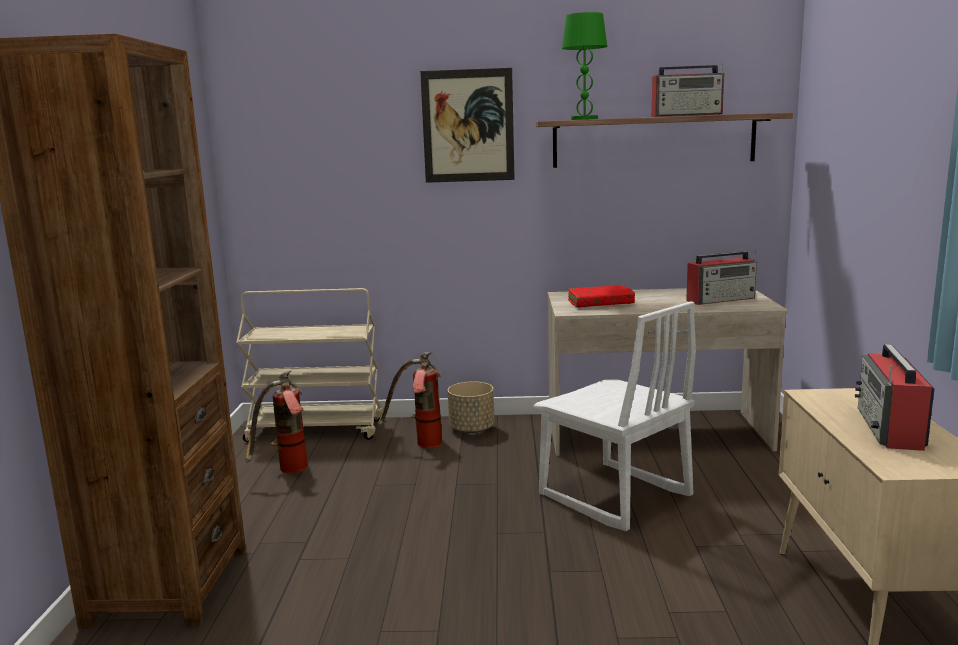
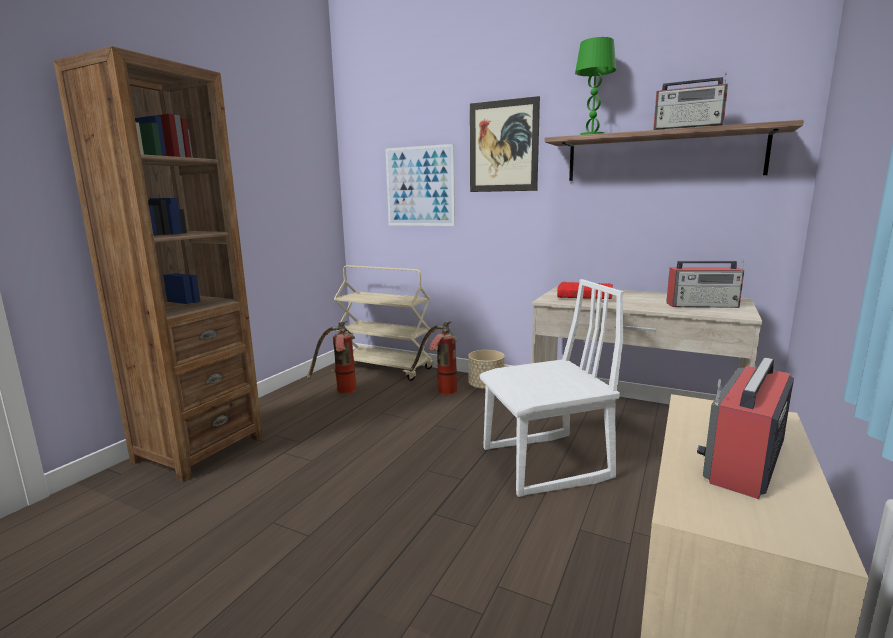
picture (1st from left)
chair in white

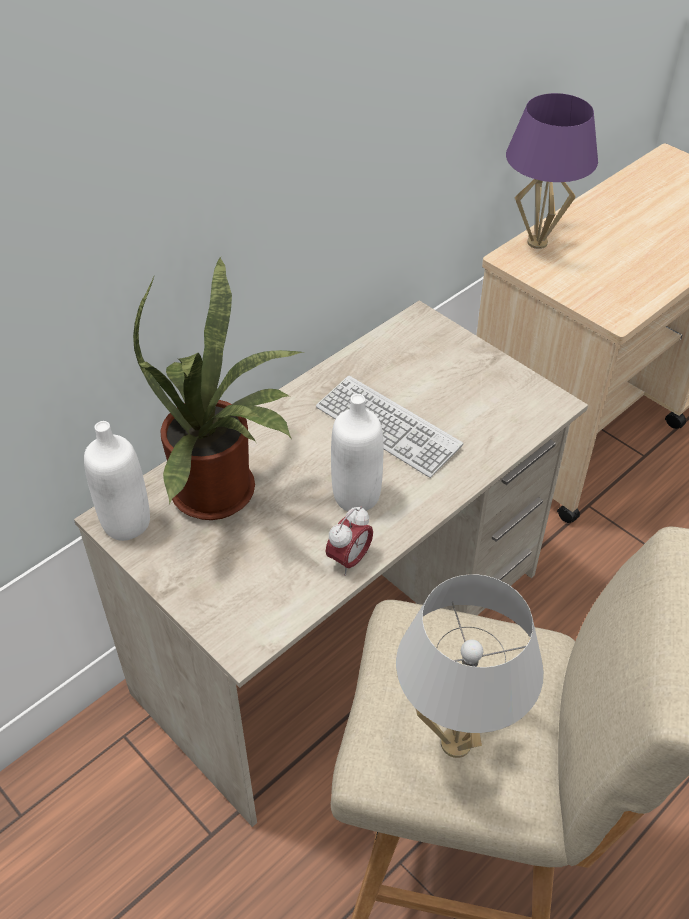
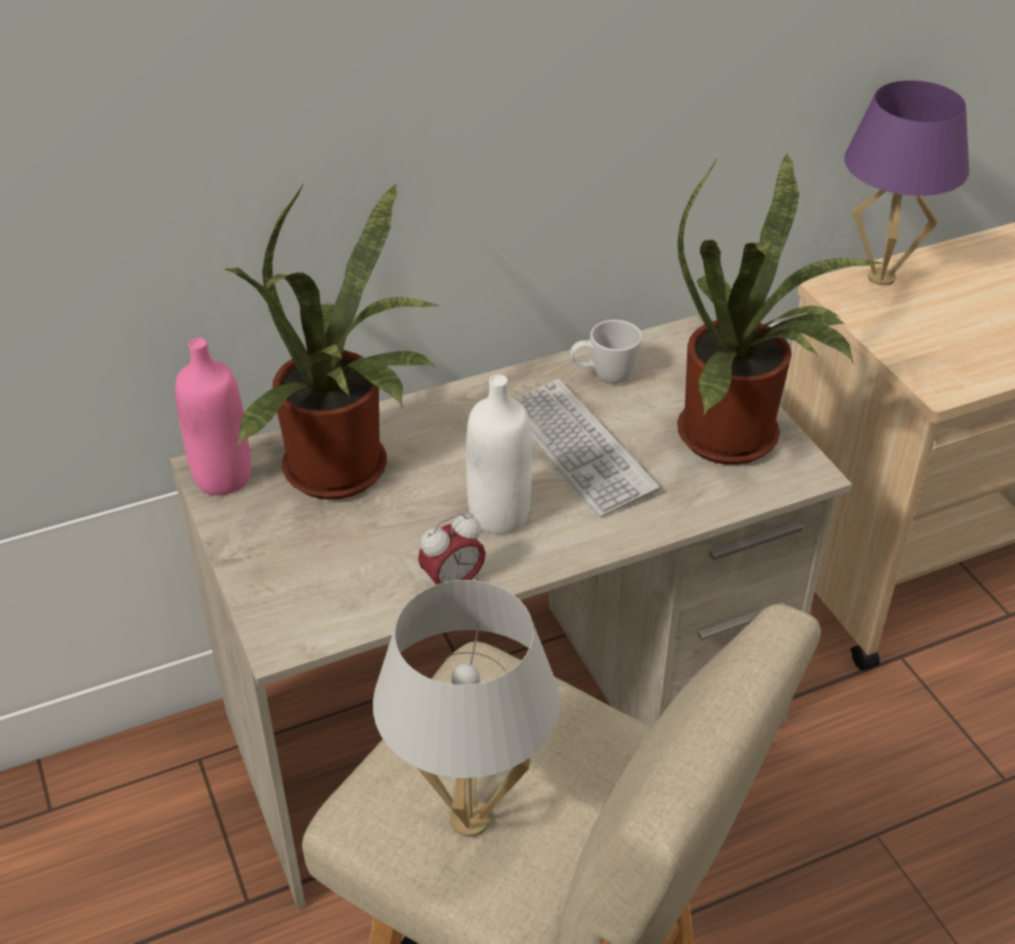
mug in white
potted plant (2nd from left)
bottle in pink

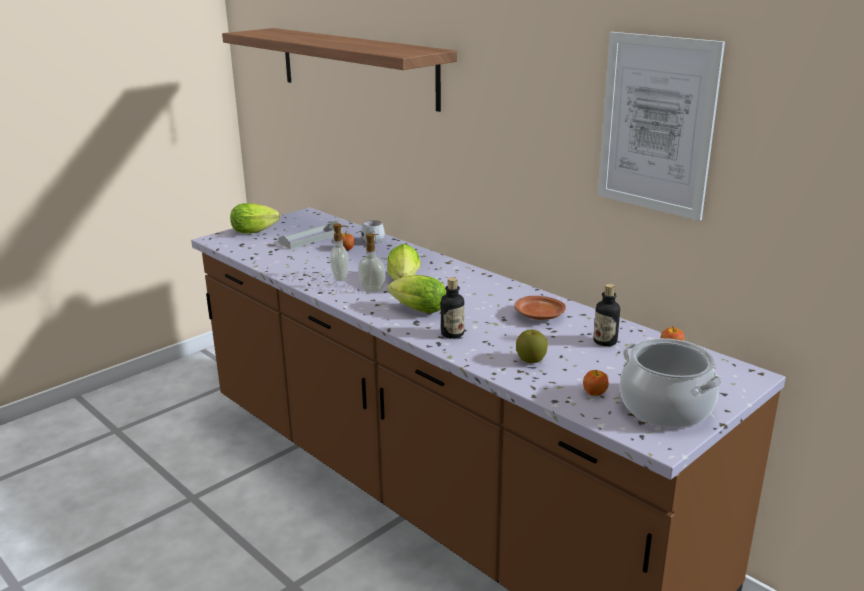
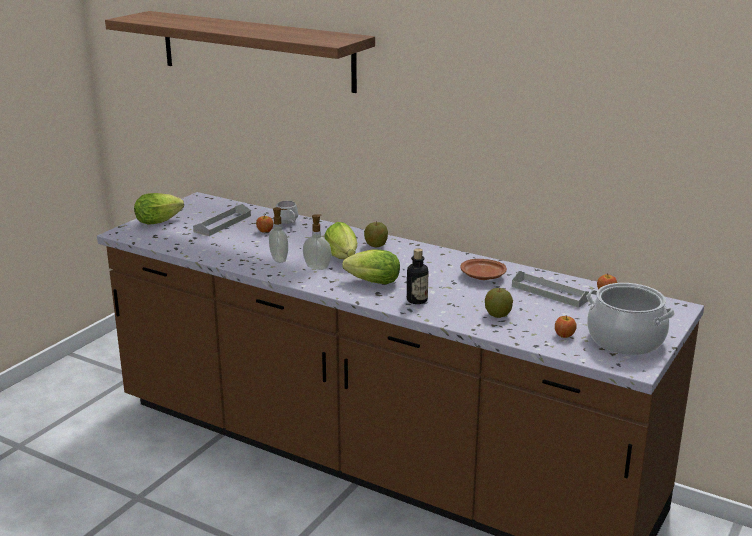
picture
apple (2nd from left)
tray in grey (2nd from left)

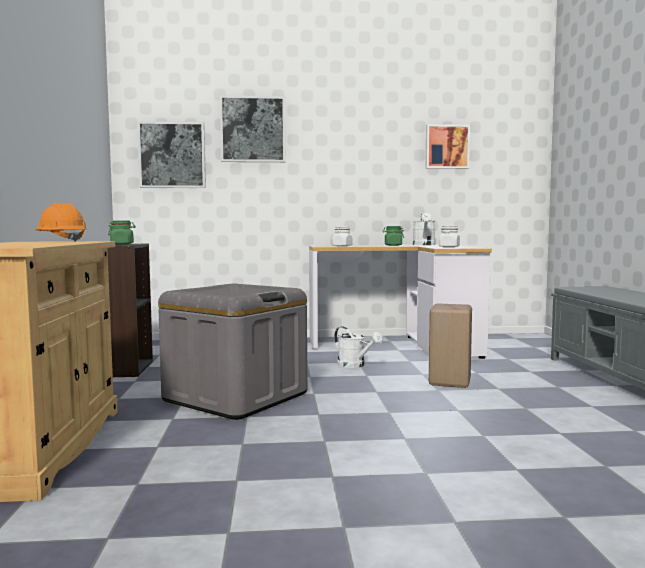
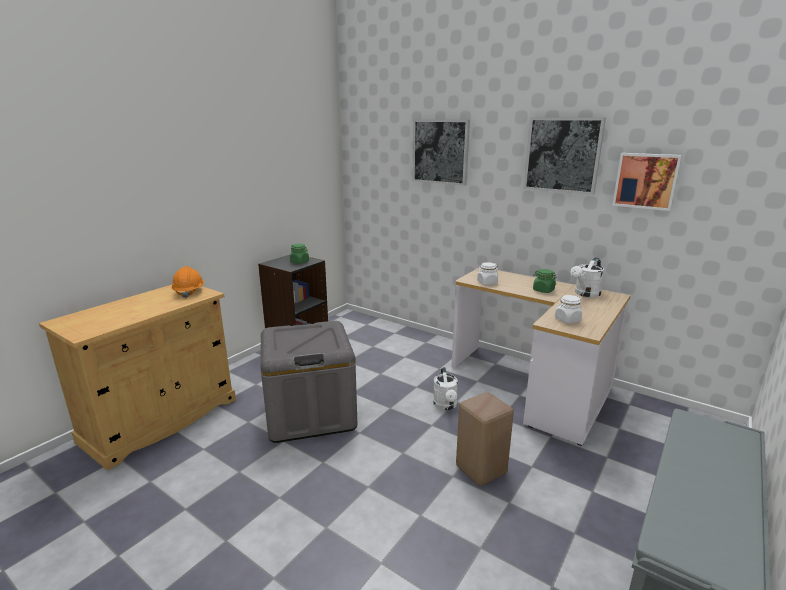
picture (2nd from left)

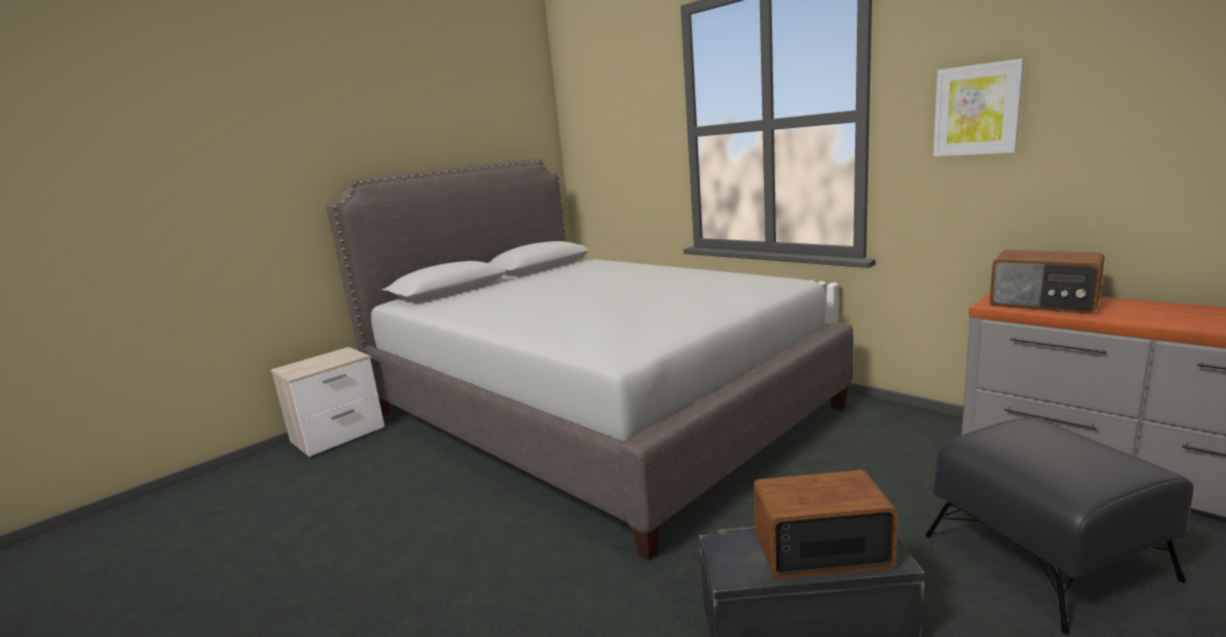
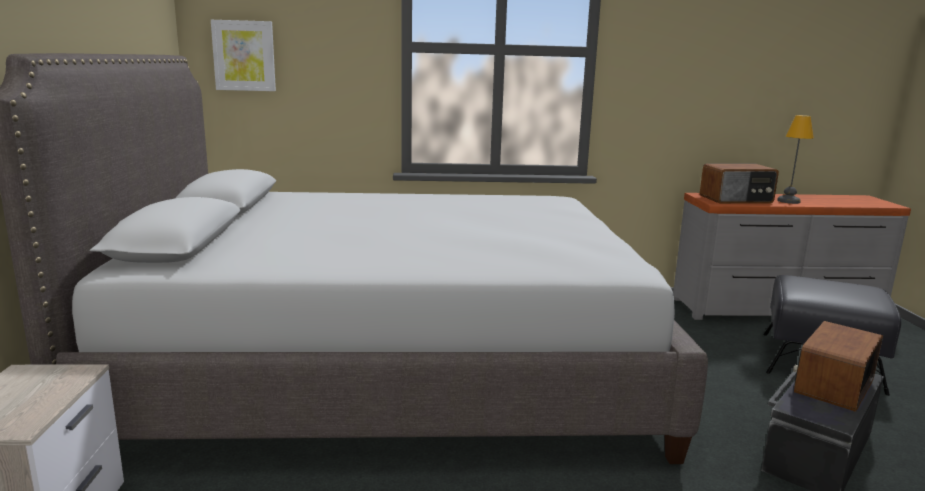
table lamp
picture

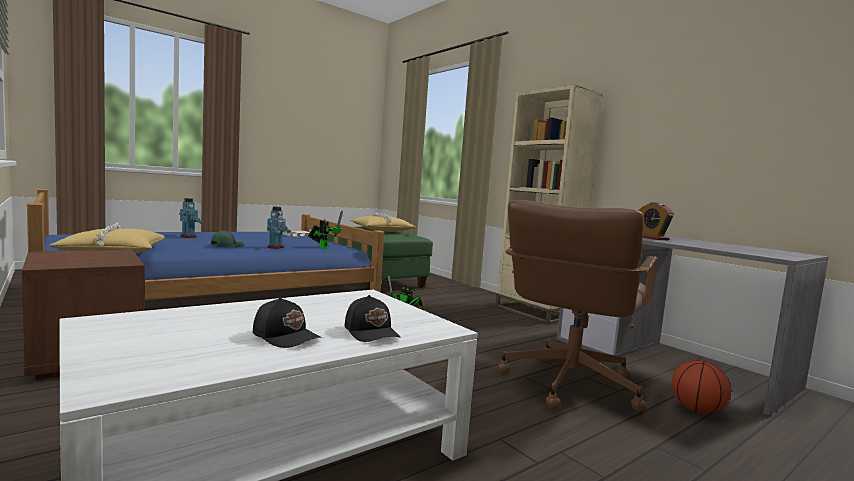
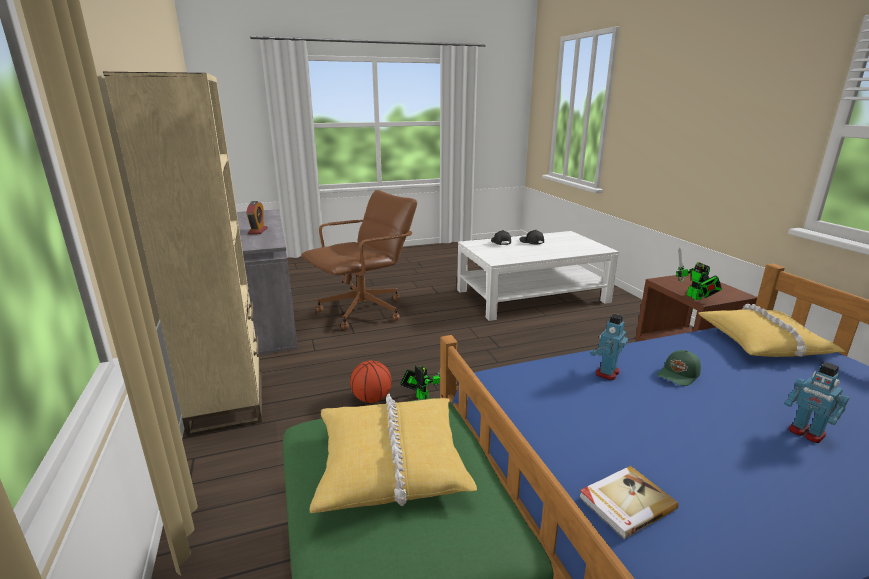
toy robot (3rd from left)
basketball

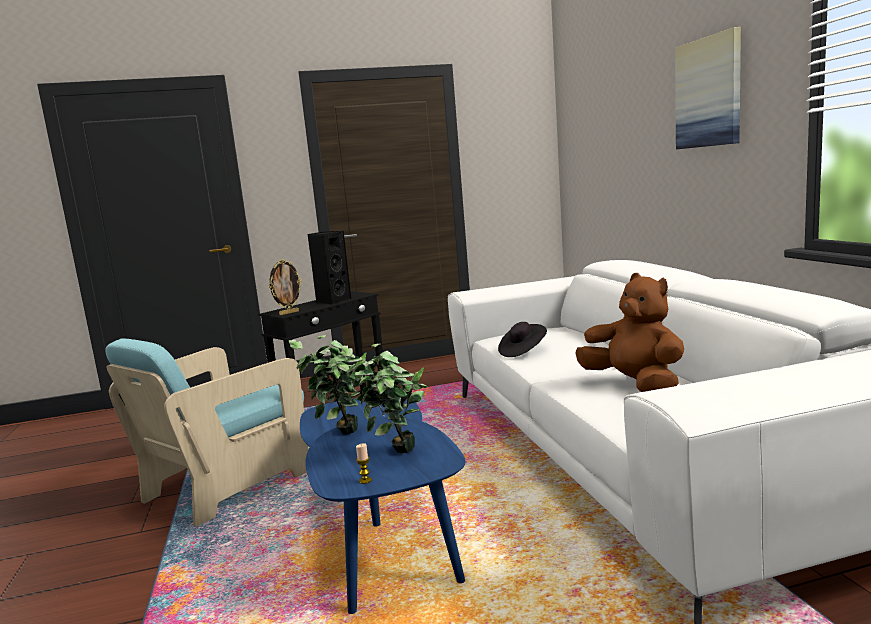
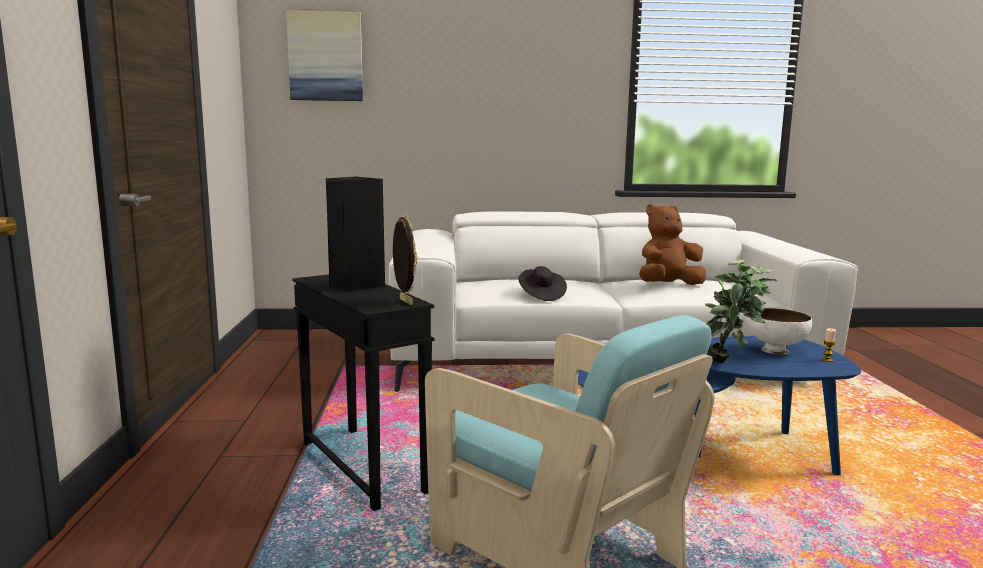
picture
bowl in white

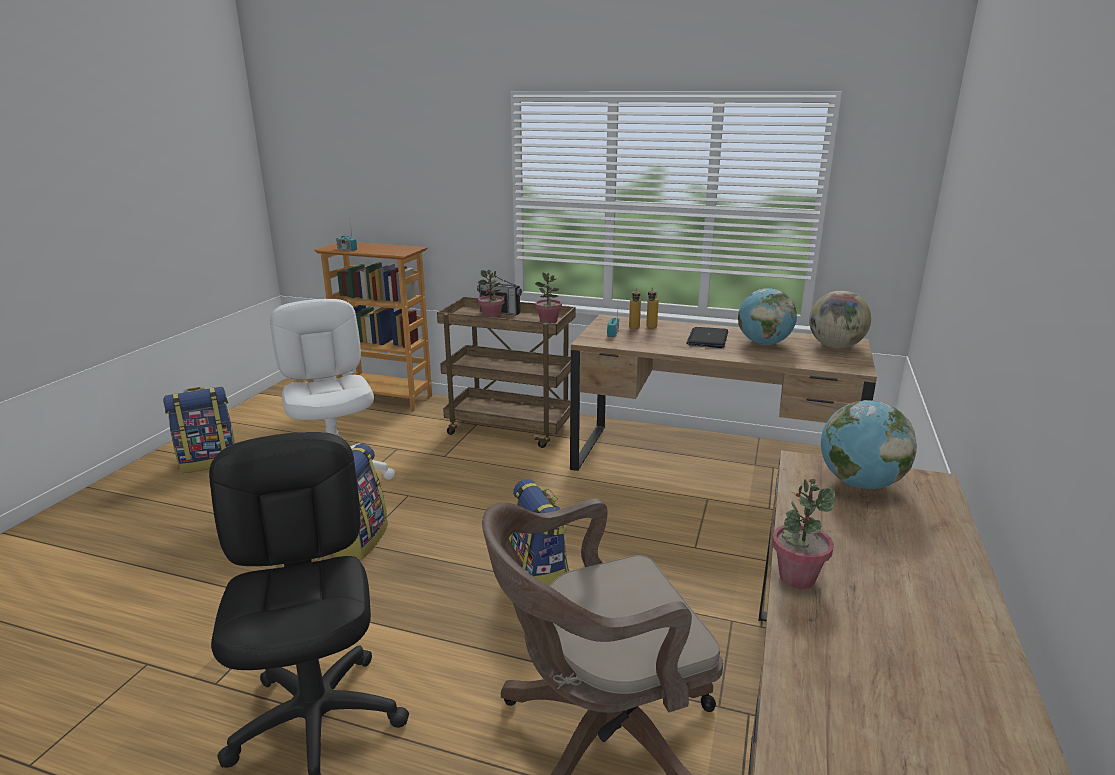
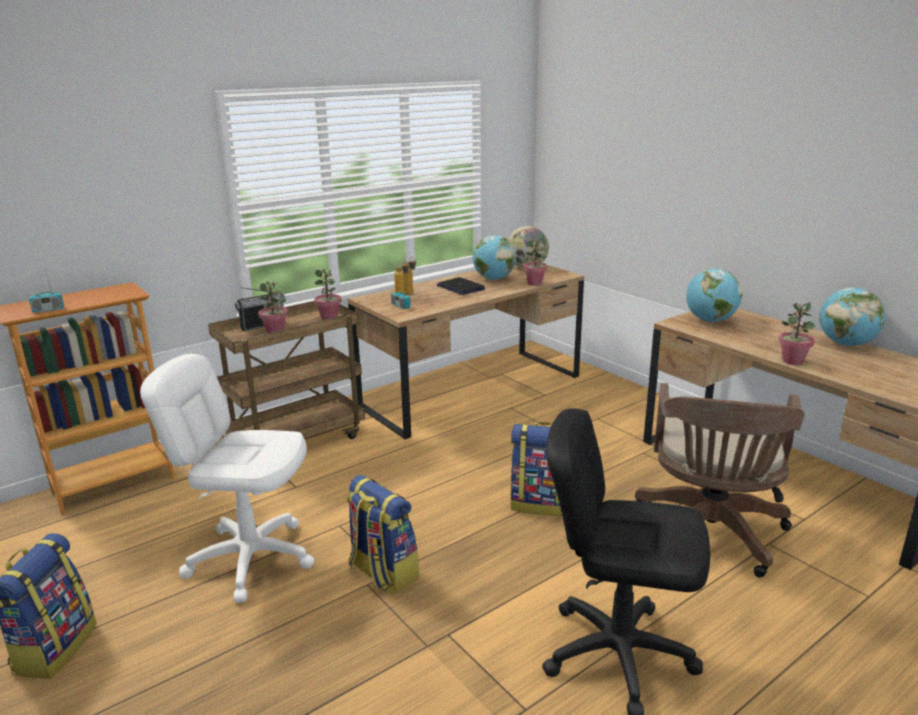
potted plant (3rd from left)
globe (4th from left)

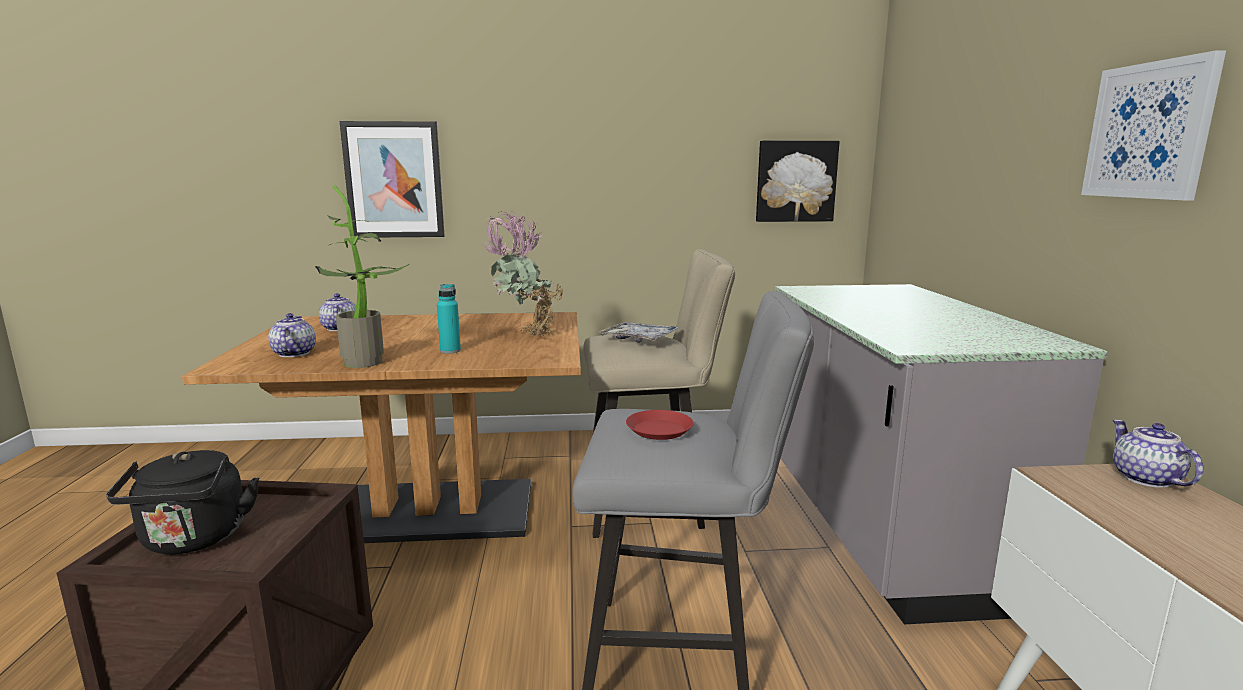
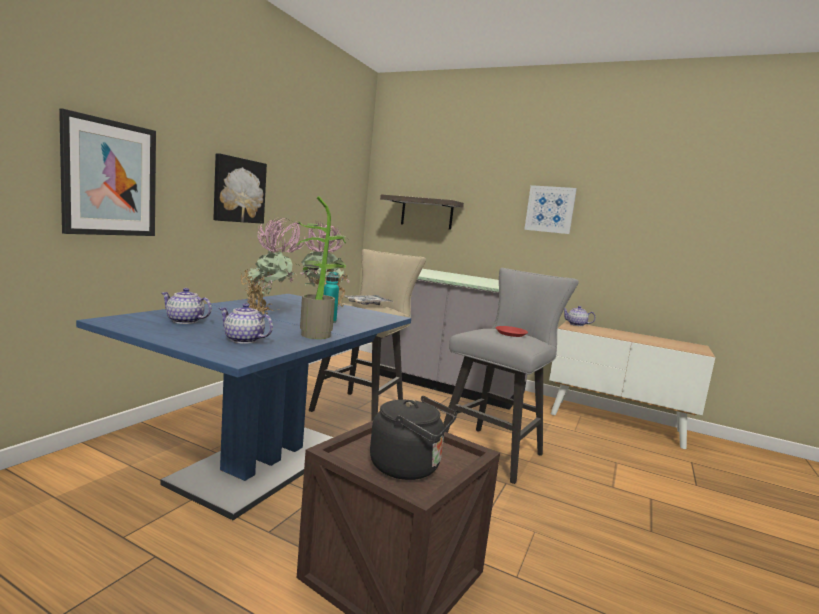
potted plant (1st from left)
shelf
picture (2nd from left)
dining table in blue

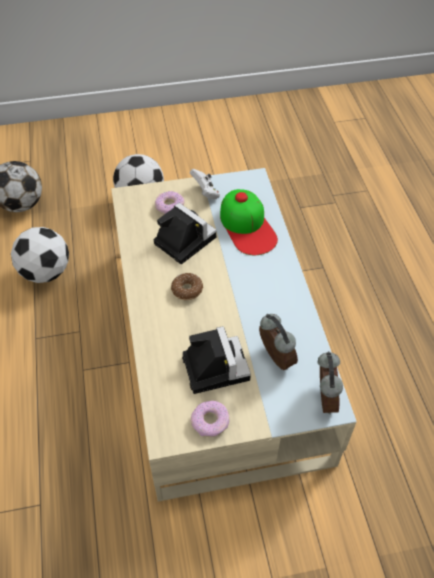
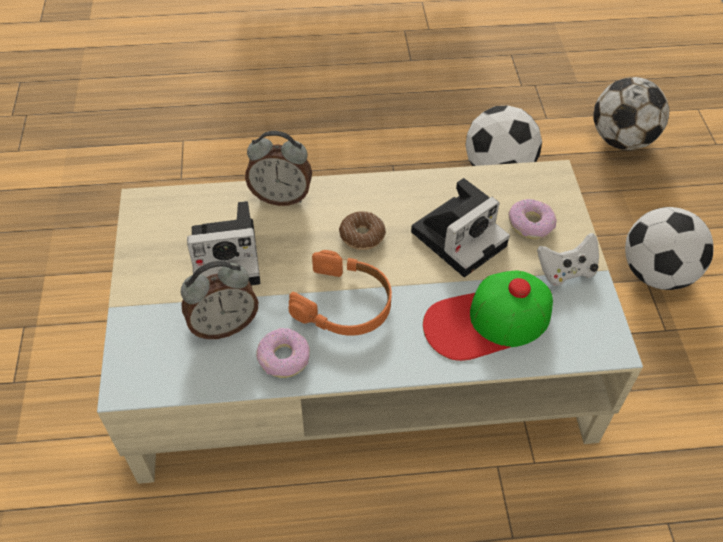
headphones in orange
donut (1st from left)
alarm clock (2nd from left)

